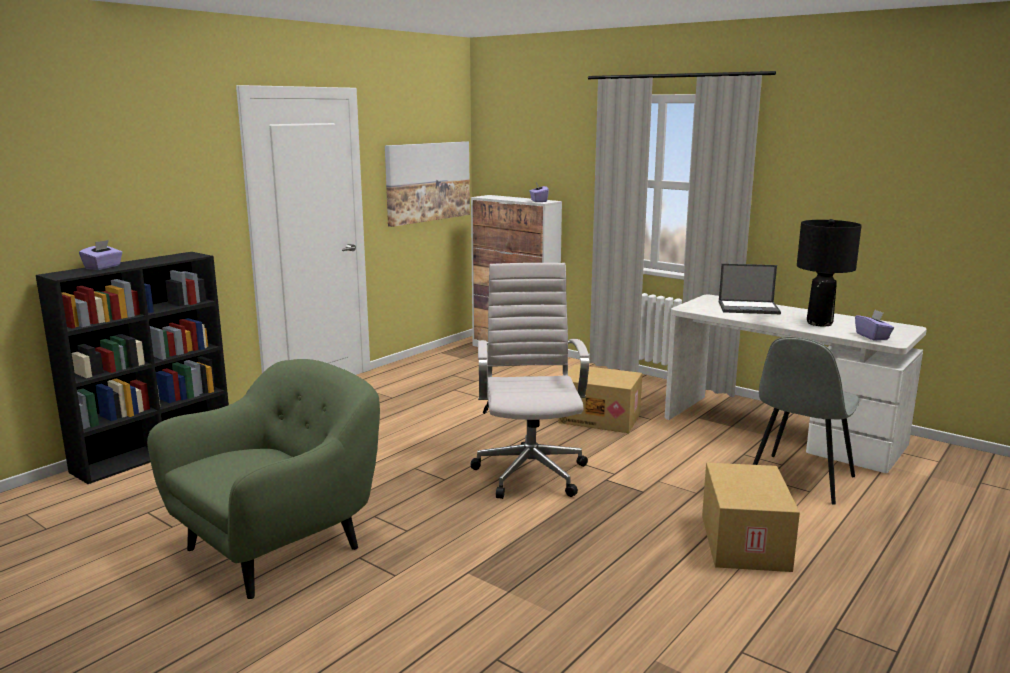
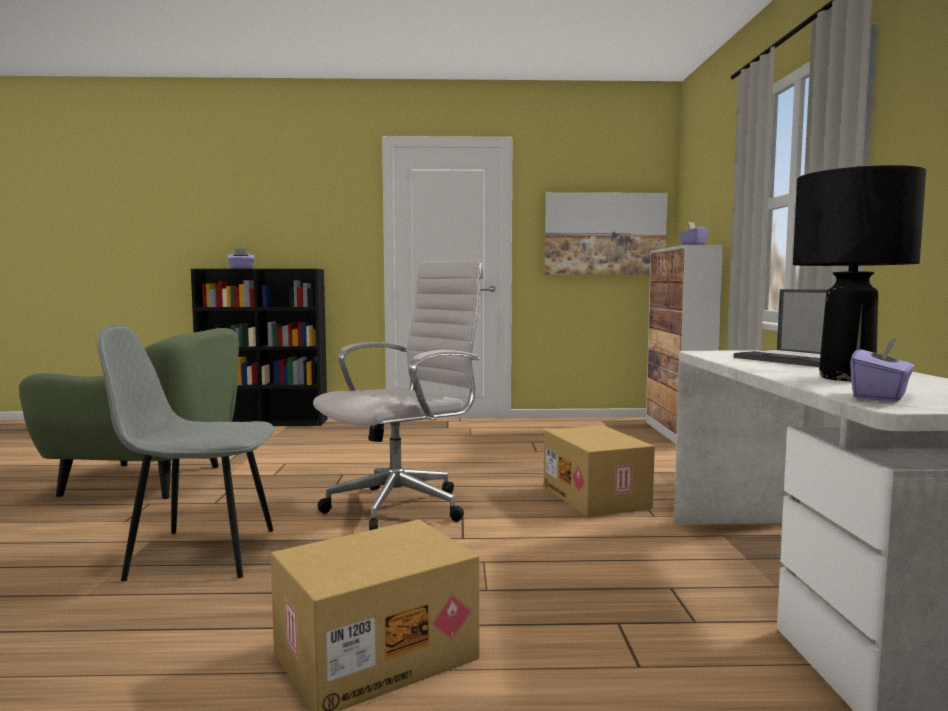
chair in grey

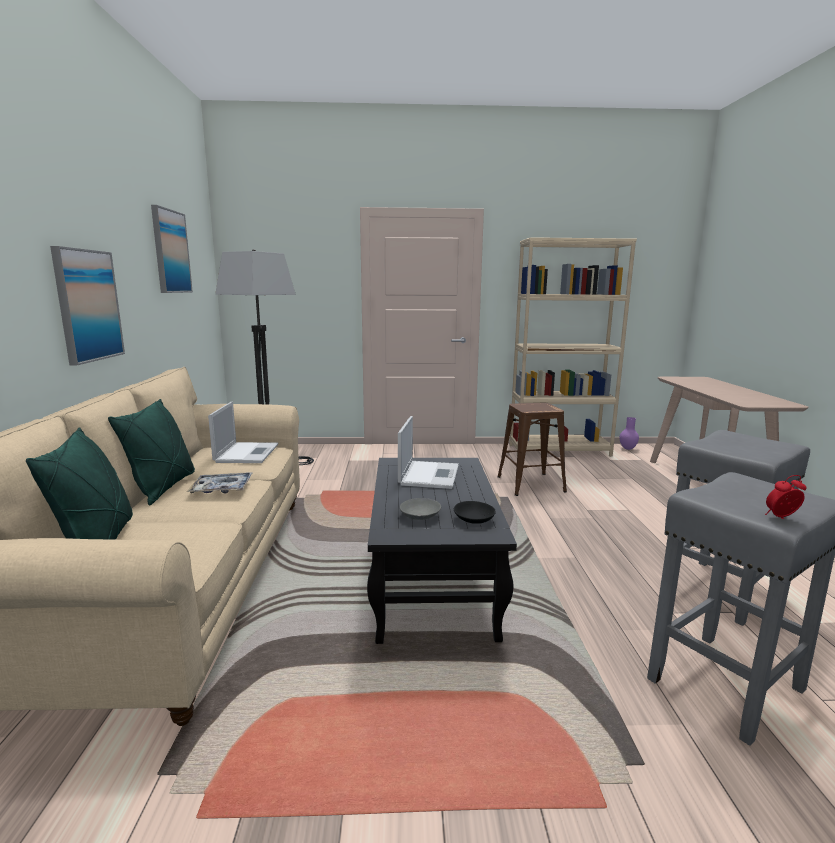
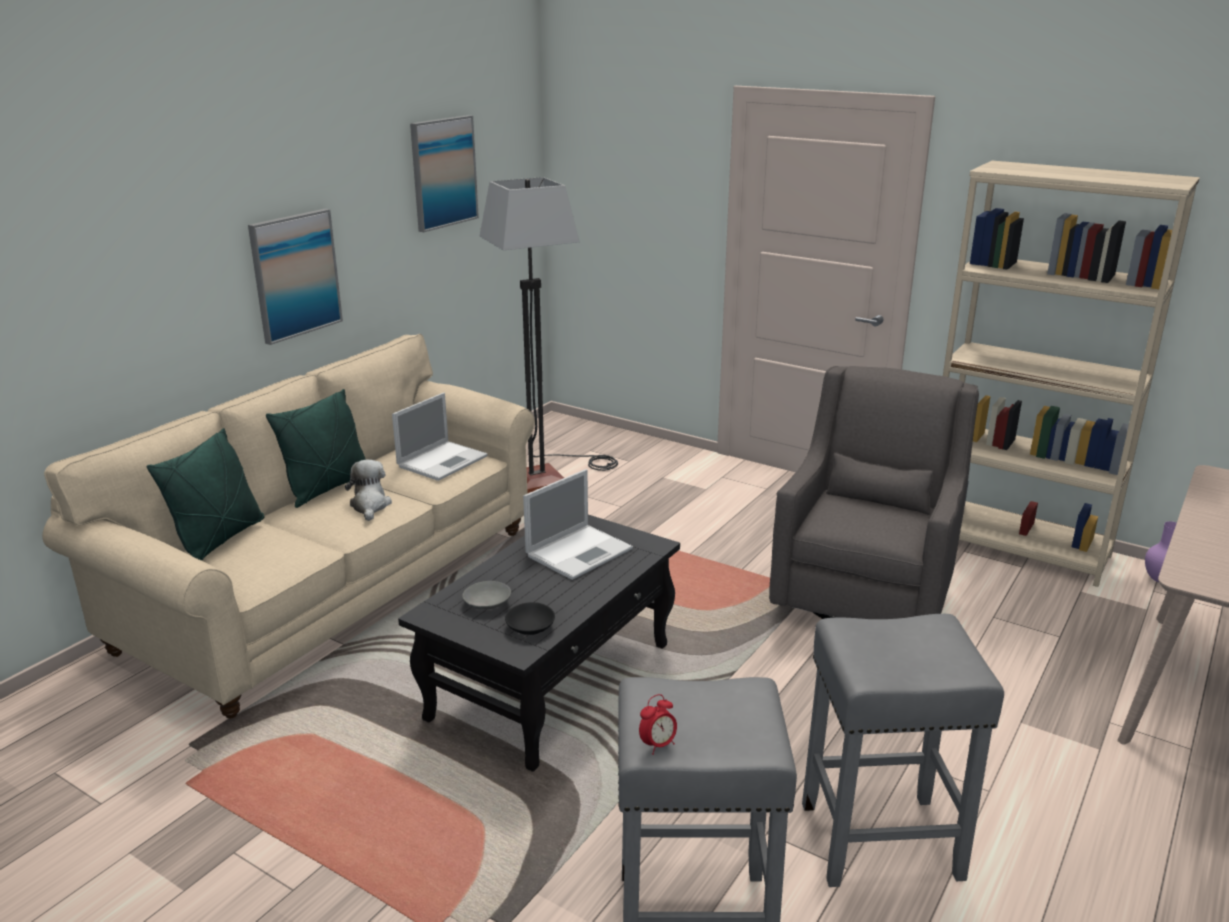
plush toy
armchair in grey
alarm clock

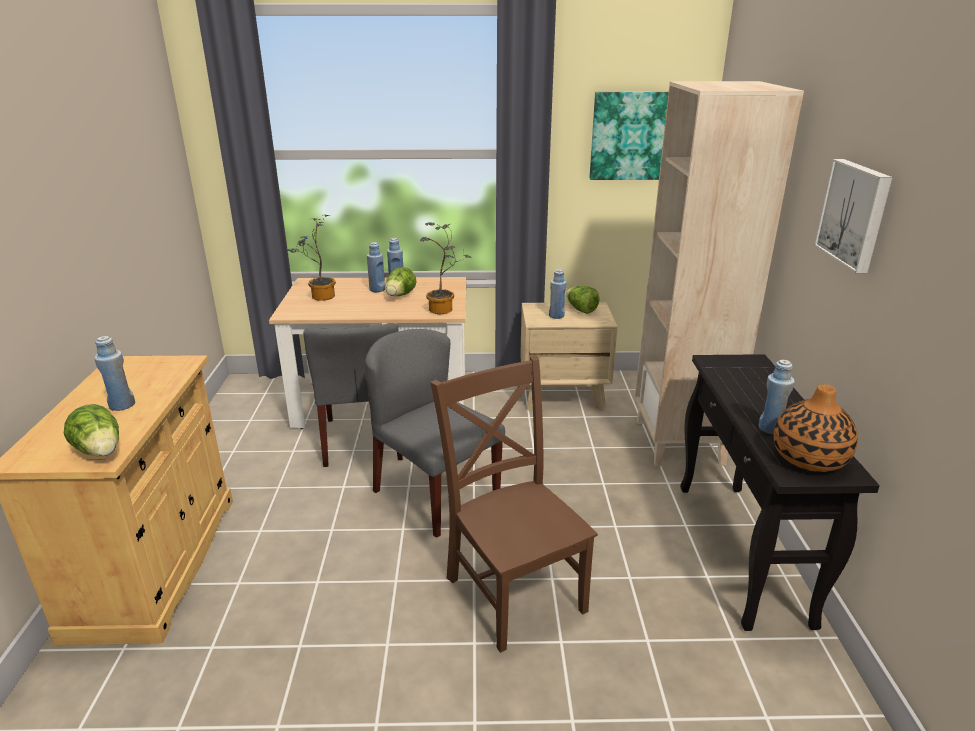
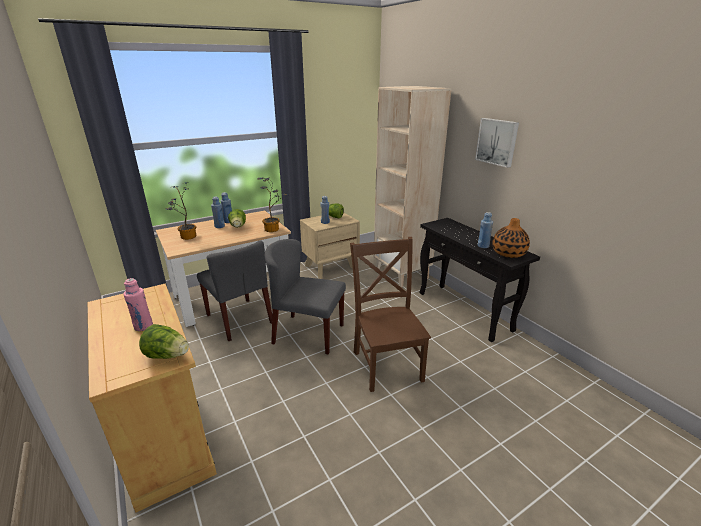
picture (1st from left in the first image)
bottle in pink
chair in brown

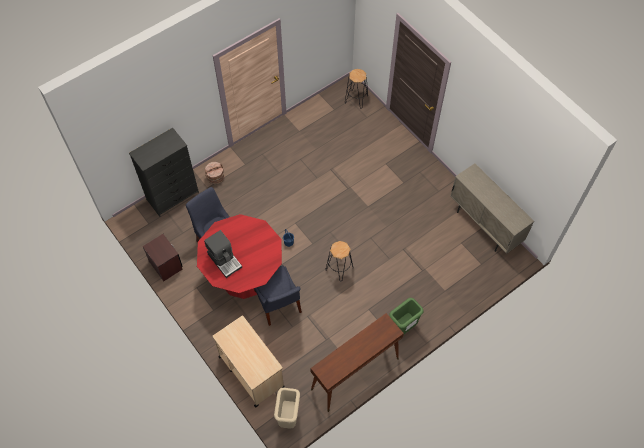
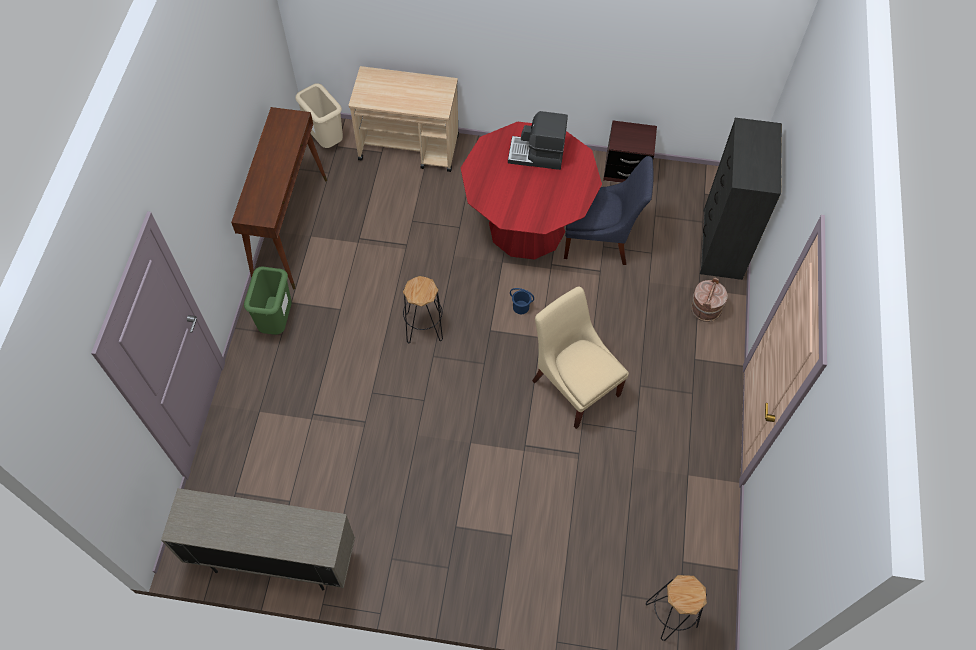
chair in blue (2nd from left in the first image)
chair in beige

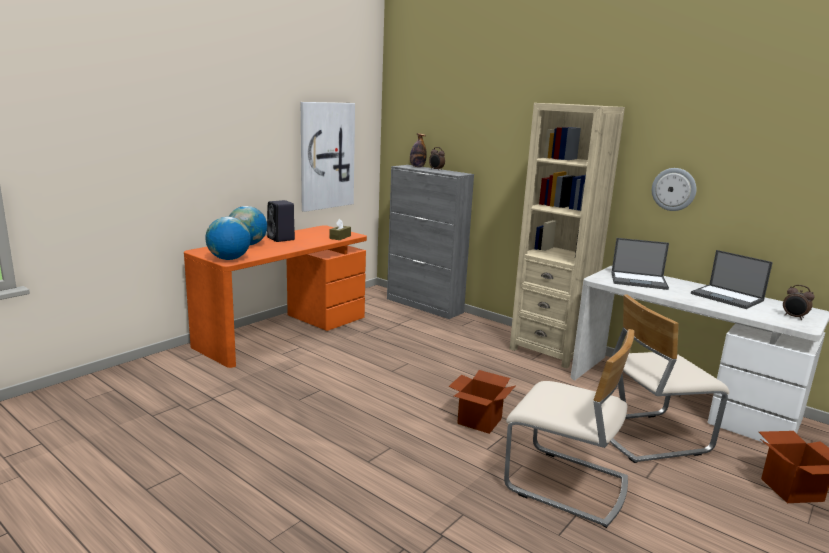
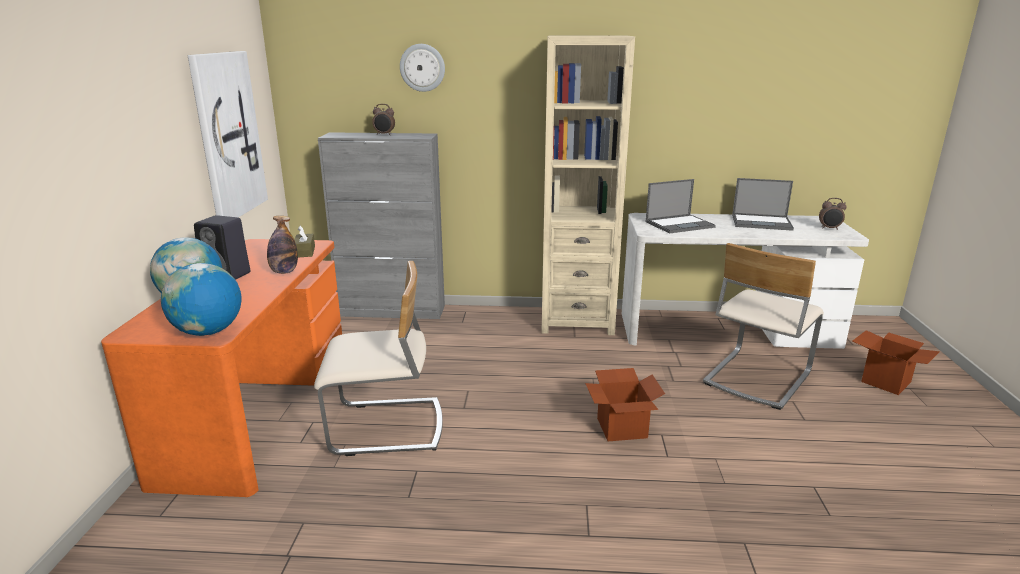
bottle
chair in beige (1st from left)
wall clock

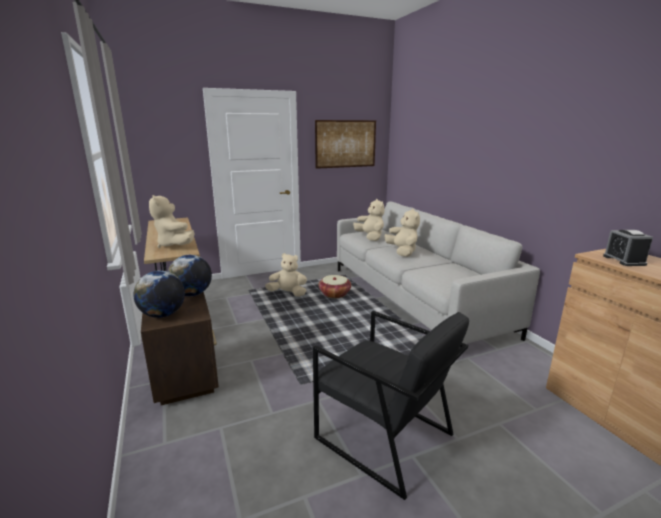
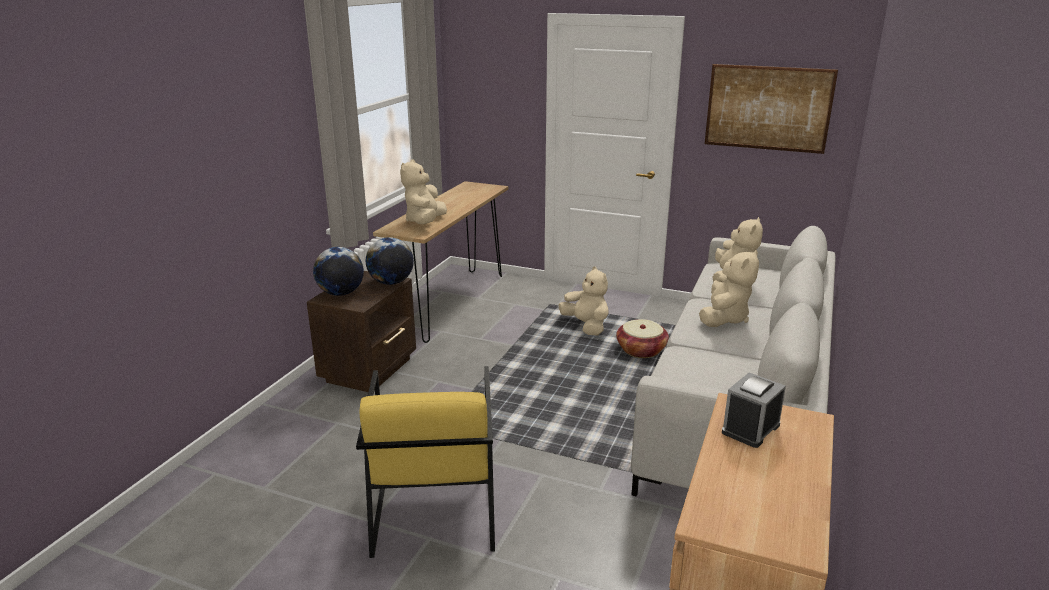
armchair in yellow

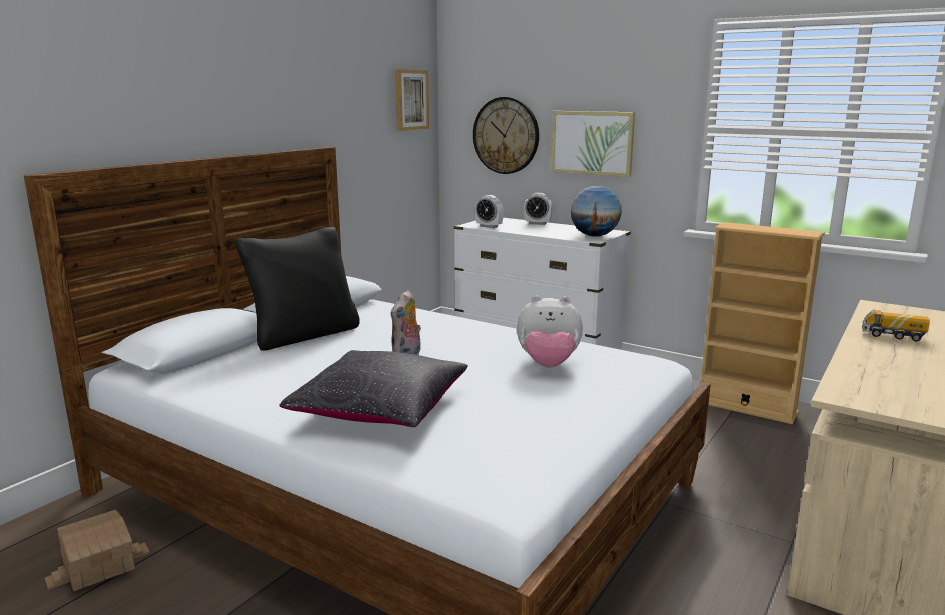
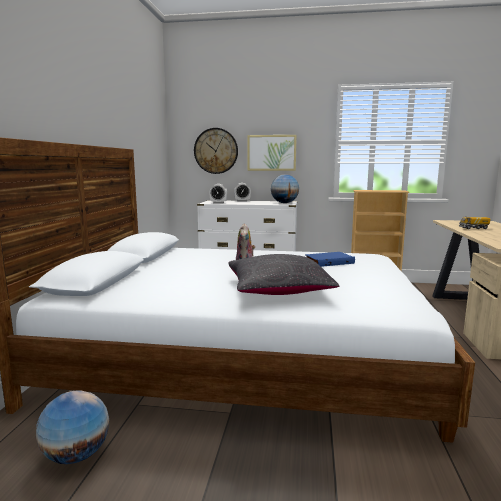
pillow in black (1st from left in the first image)
picture (1st from left in the first image)
globe (1st from left)
book in blue

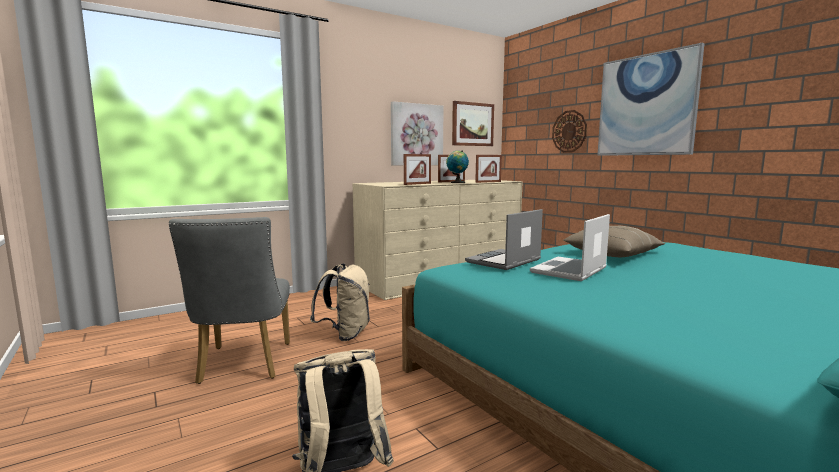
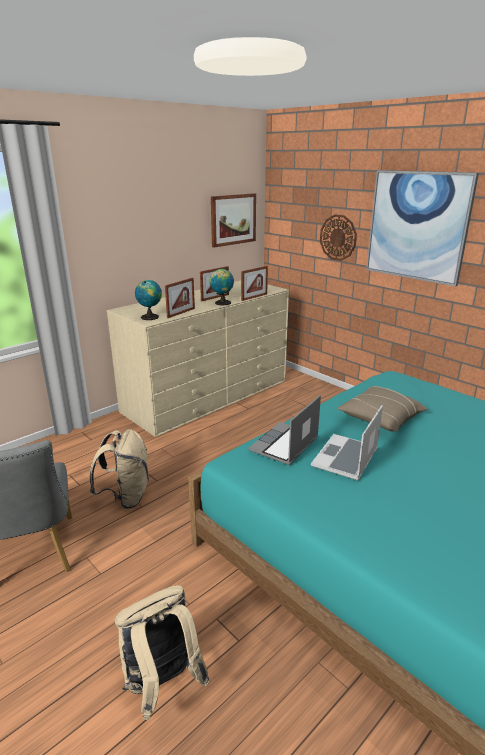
picture (1st from left in the first image)
globe (1st from left)

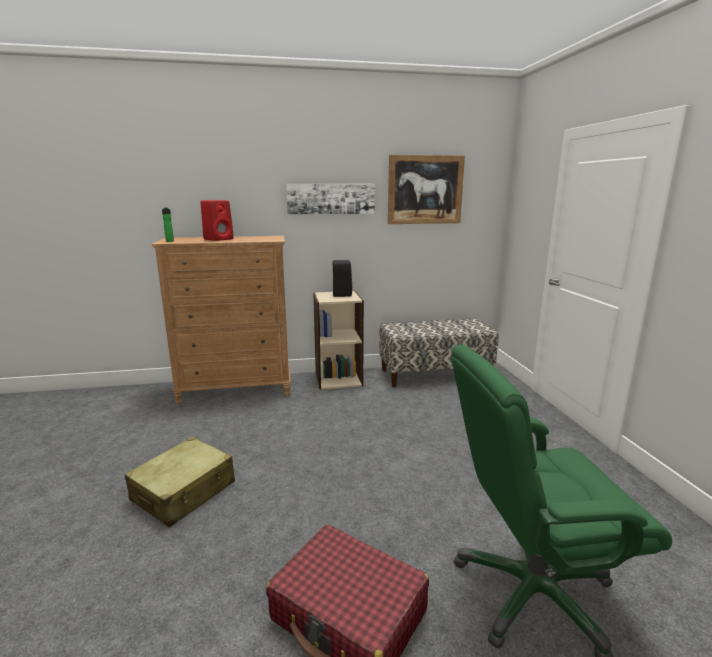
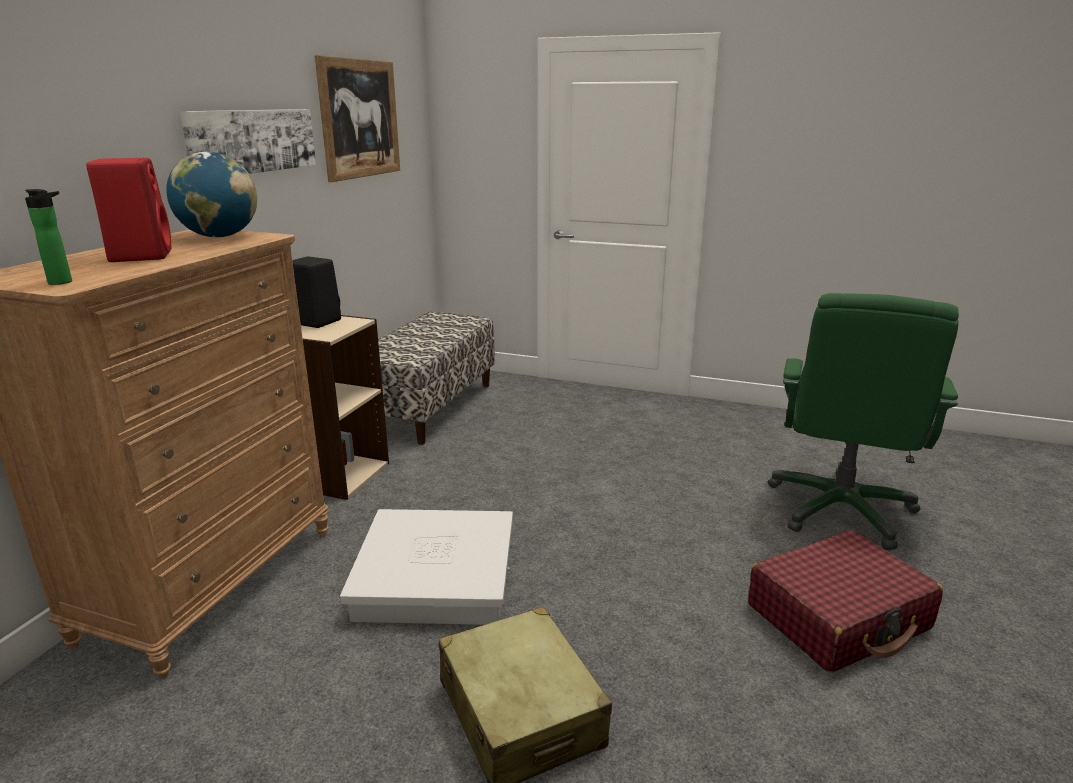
globe
storage box in white

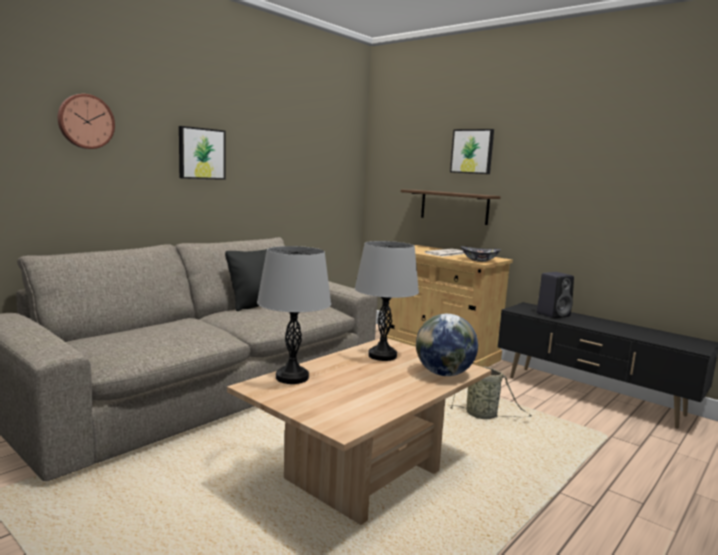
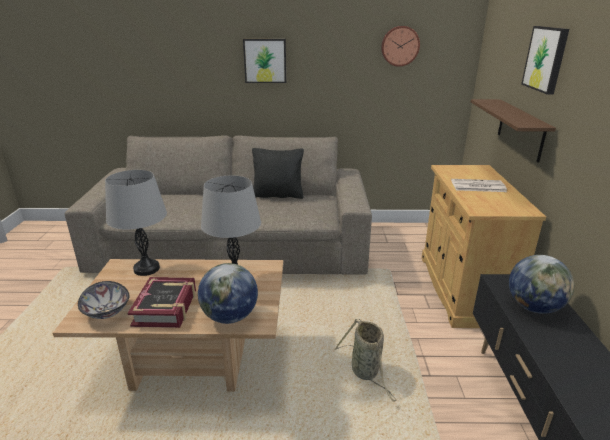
book
wall clock
bowl
globe (2nd from left)

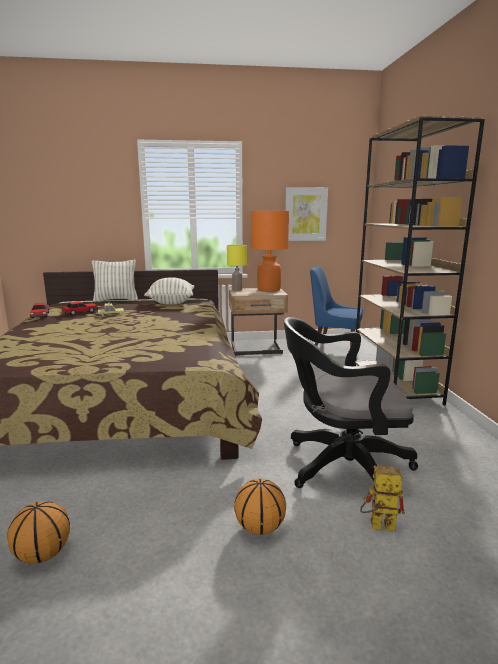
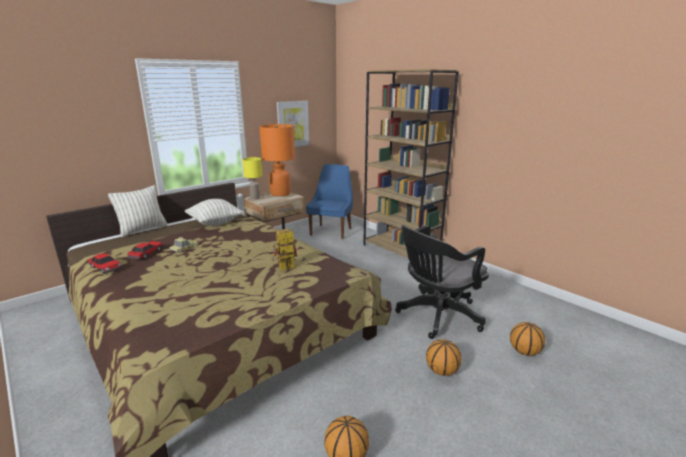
basketball (3rd from left)
toy robot
chair in blue

